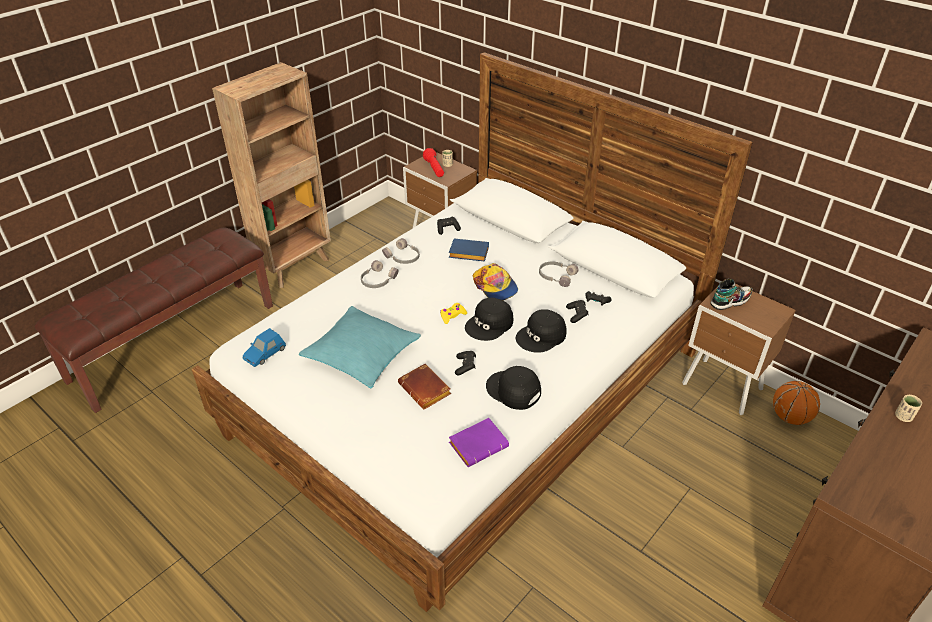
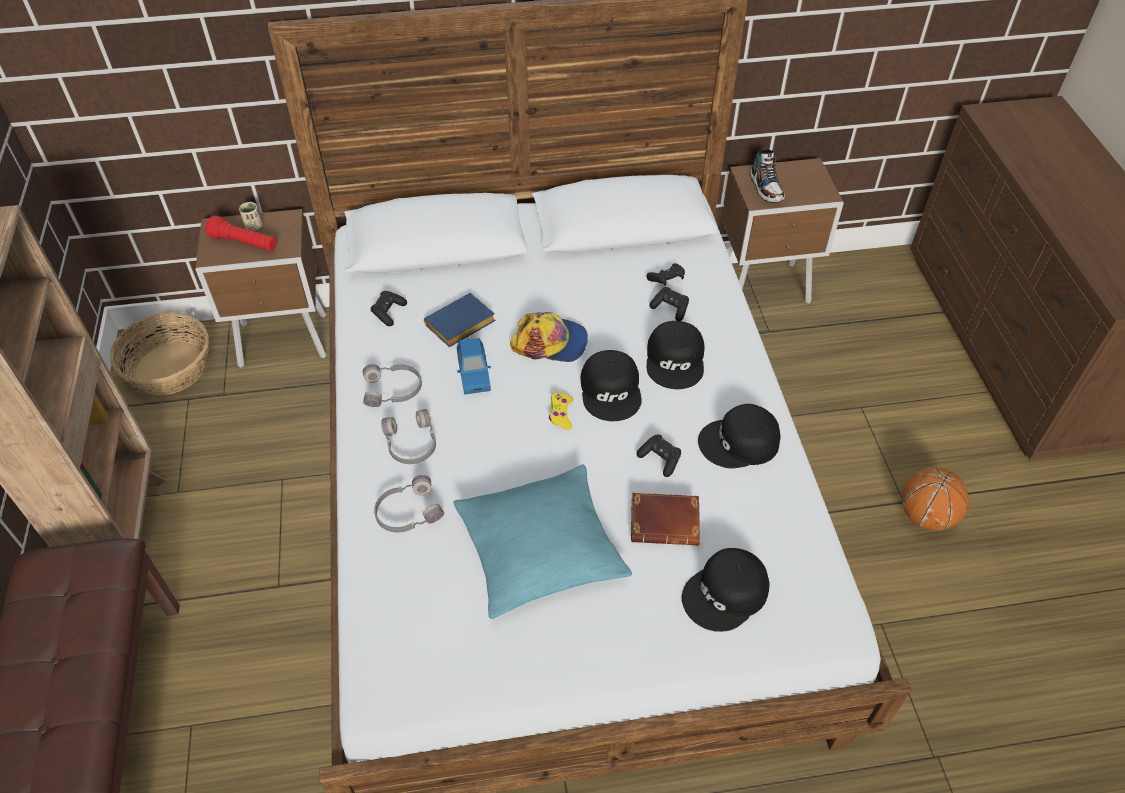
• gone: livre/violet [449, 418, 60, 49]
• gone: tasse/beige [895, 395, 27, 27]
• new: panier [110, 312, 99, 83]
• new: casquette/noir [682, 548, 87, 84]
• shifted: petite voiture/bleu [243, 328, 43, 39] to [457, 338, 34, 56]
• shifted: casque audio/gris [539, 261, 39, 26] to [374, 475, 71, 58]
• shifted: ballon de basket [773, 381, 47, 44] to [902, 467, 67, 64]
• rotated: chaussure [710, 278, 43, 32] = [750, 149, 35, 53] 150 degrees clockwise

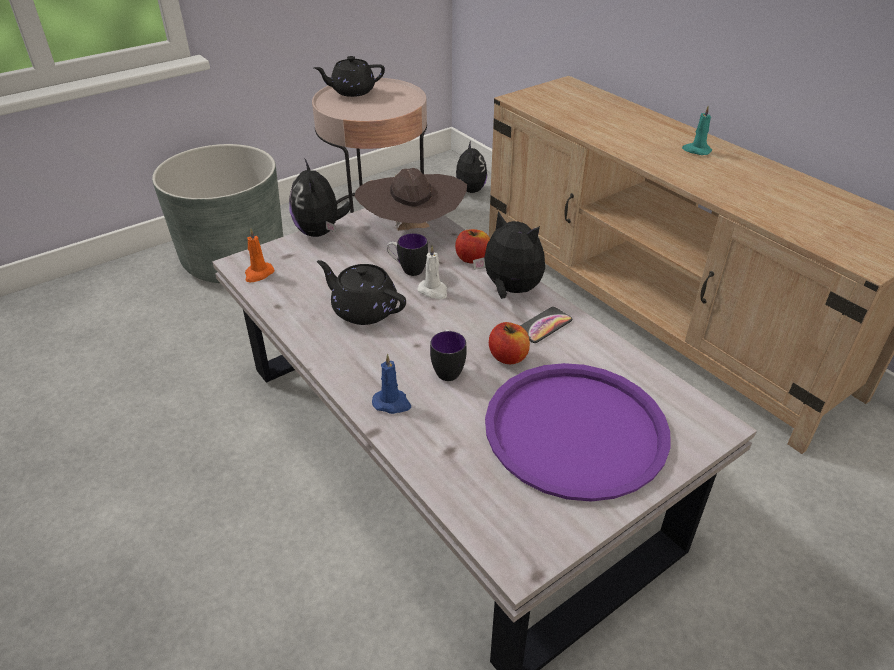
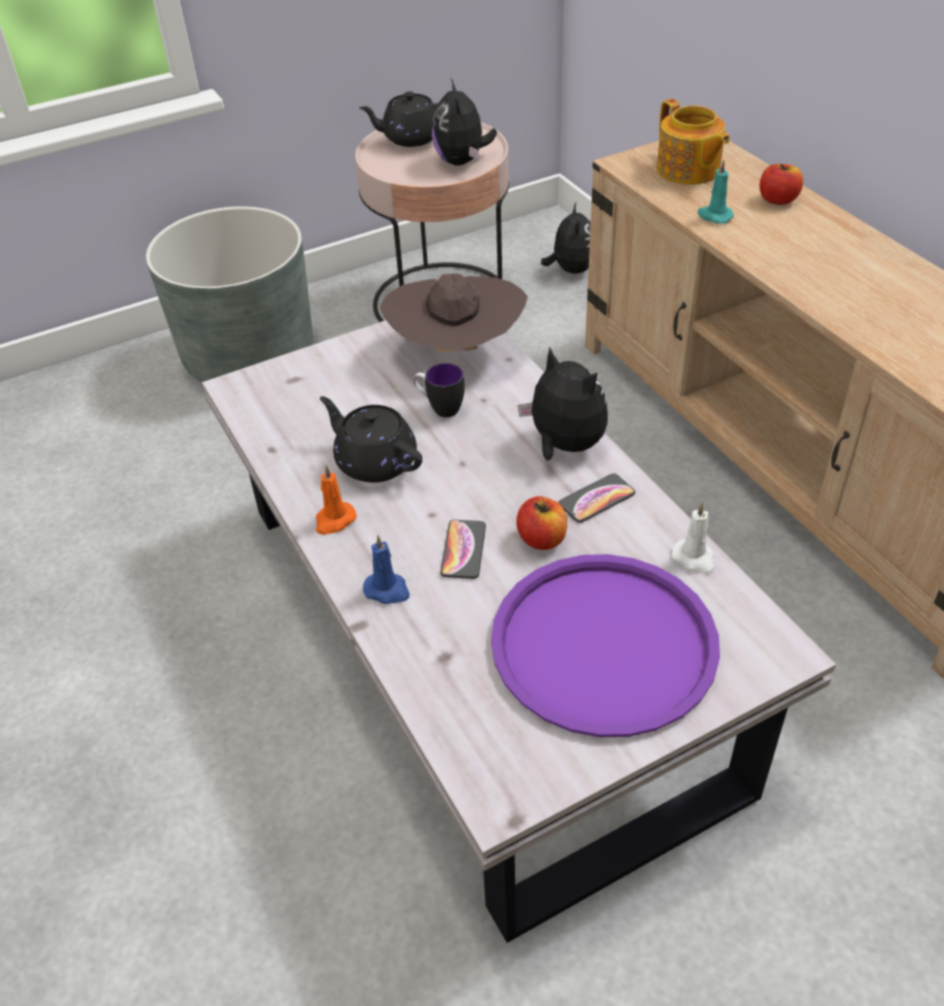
• new: théière [657, 99, 73, 86]
• shifted: bougie/orange [245, 228, 29, 55] to [316, 465, 41, 70]
• shifted: peluche [289, 158, 63, 79] to [432, 79, 65, 86]
• shifted: bougie/blanc [417, 245, 30, 54] to [671, 502, 44, 72]
• shifted: pomme [455, 229, 35, 35] to [760, 164, 43, 41]
• shifted: bougie/turquoise [682, 106, 30, 49] to [697, 160, 37, 63]
• swapped: mug [430, 329, 37, 52] to téléphone [440, 520, 46, 59]

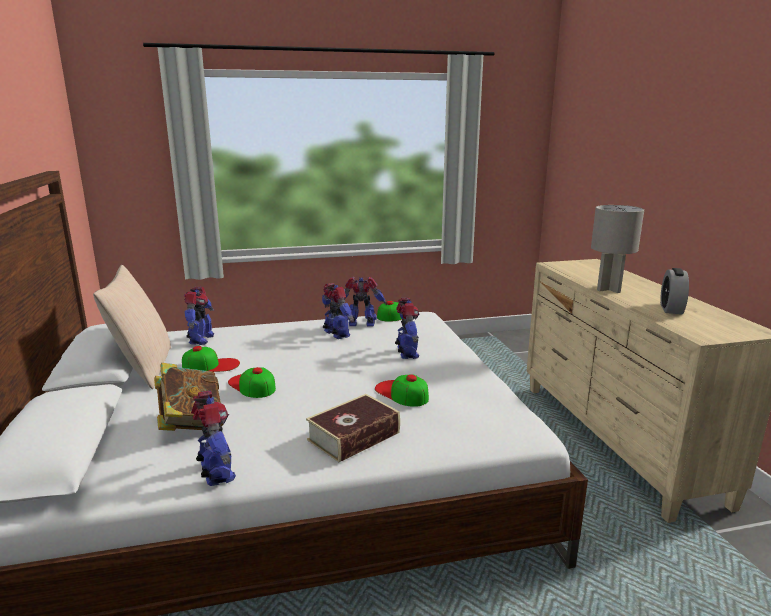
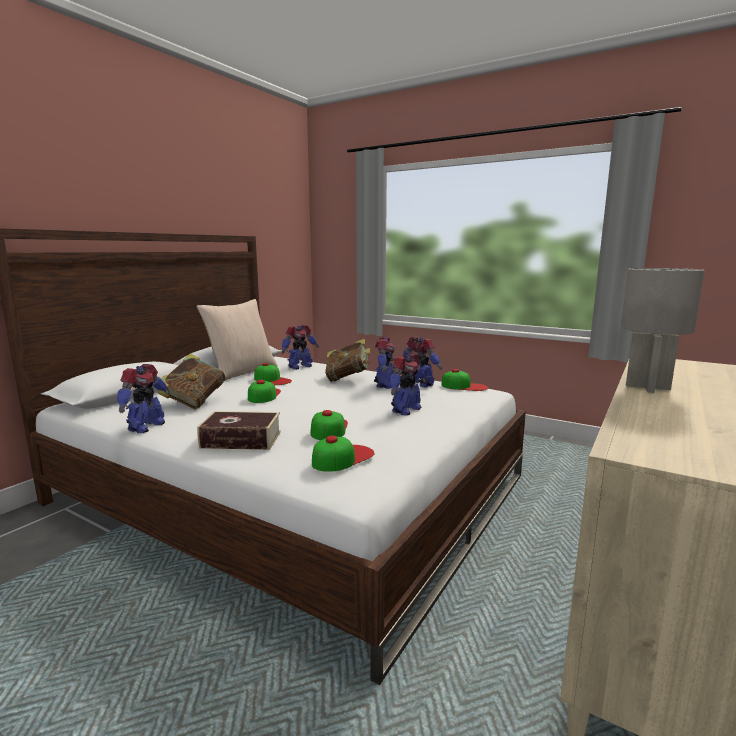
• gone: réveil [660, 268, 29, 46]
• new: casquette [312, 436, 62, 36]
• new: livre [325, 339, 46, 43]

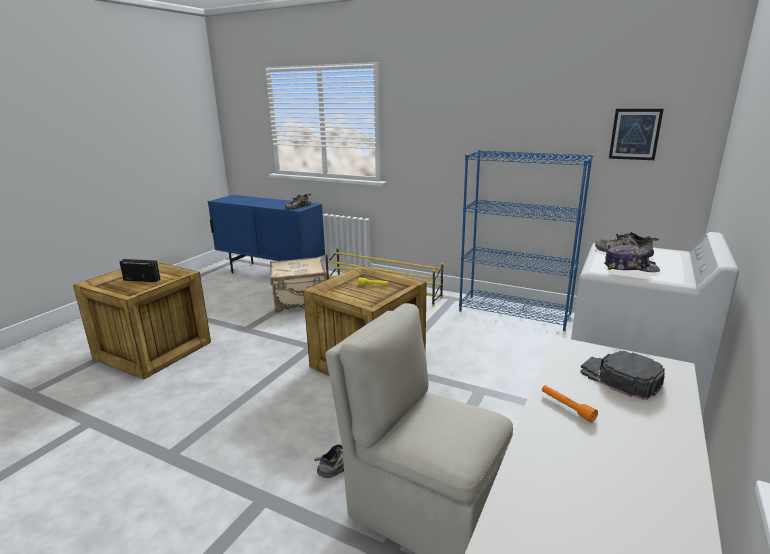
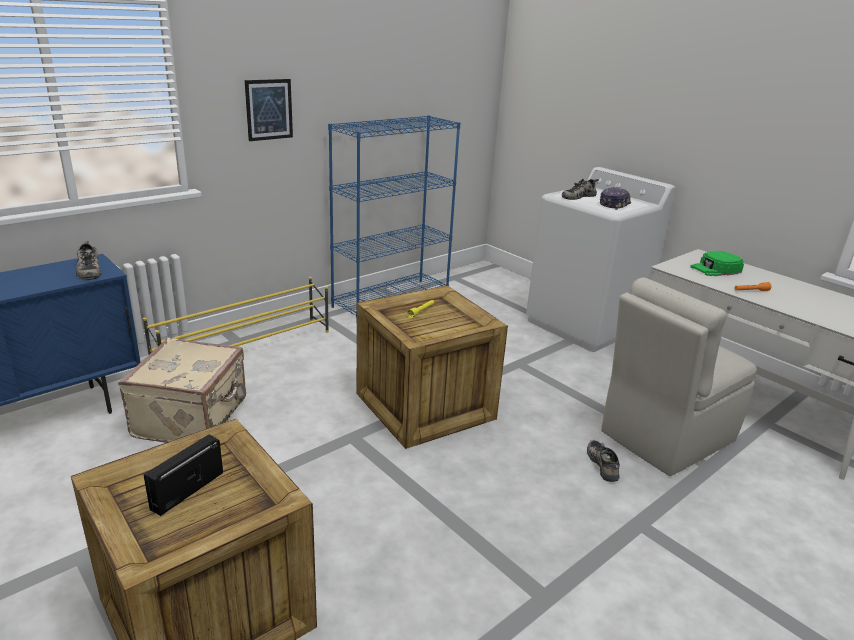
• shifted: tableau [609, 109, 55, 51] to [245, 79, 48, 62]
• repainted: casquette/noir [581, 351, 84, 49] to casquette/vert [690, 251, 54, 25]

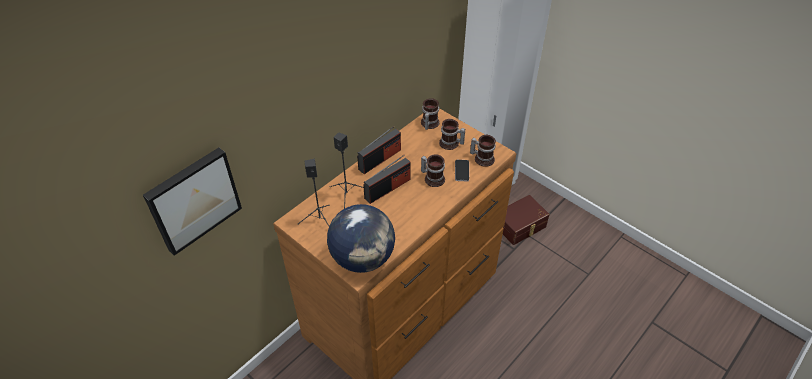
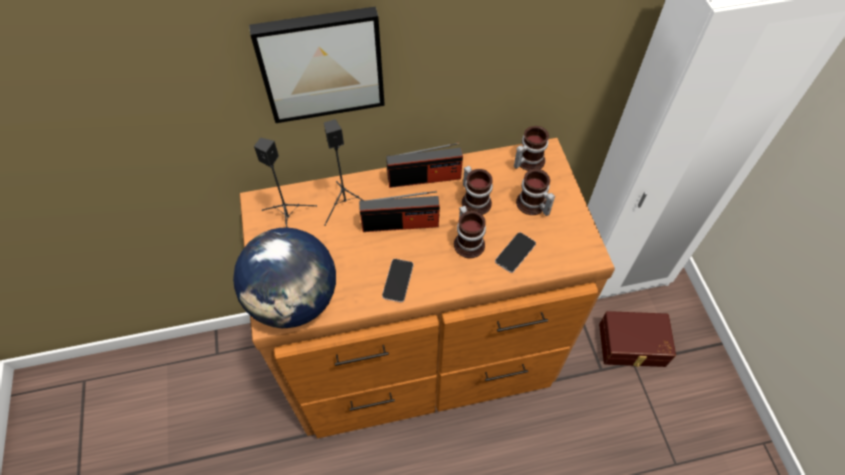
• new: téléphone [382, 259, 32, 43]
• shifted: tableau [143, 148, 99, 108] to [249, 6, 136, 117]
• shifted: mug [470, 135, 26, 32] to [462, 166, 31, 49]

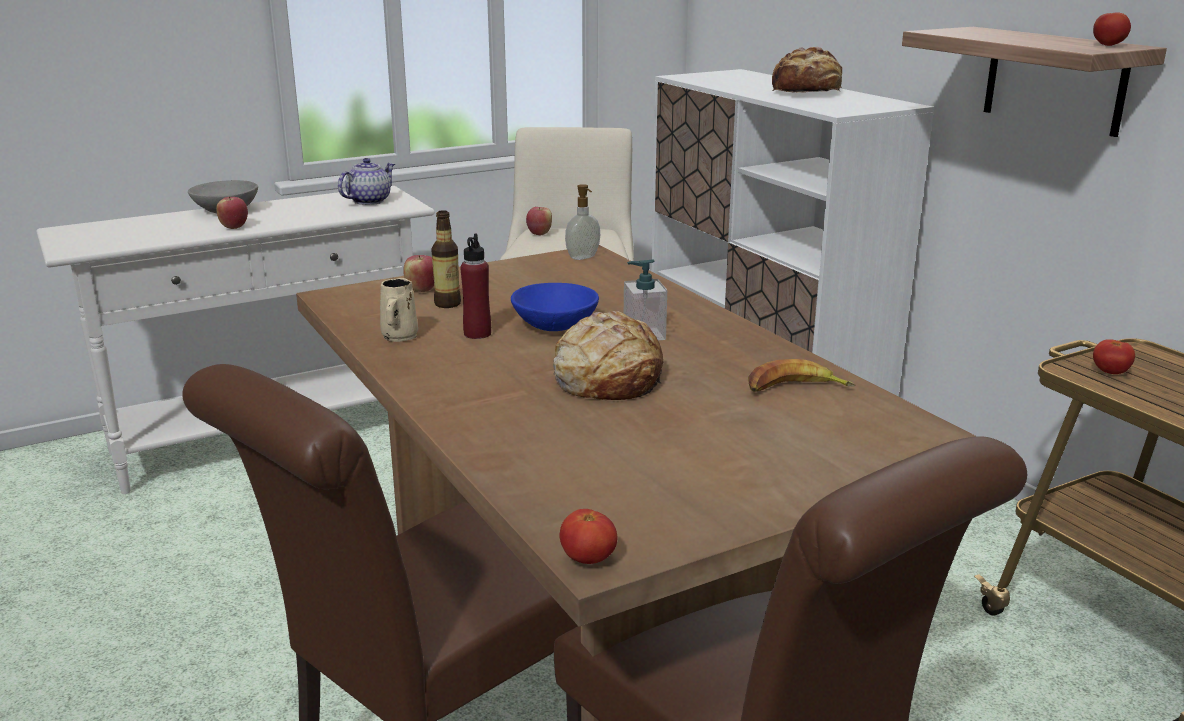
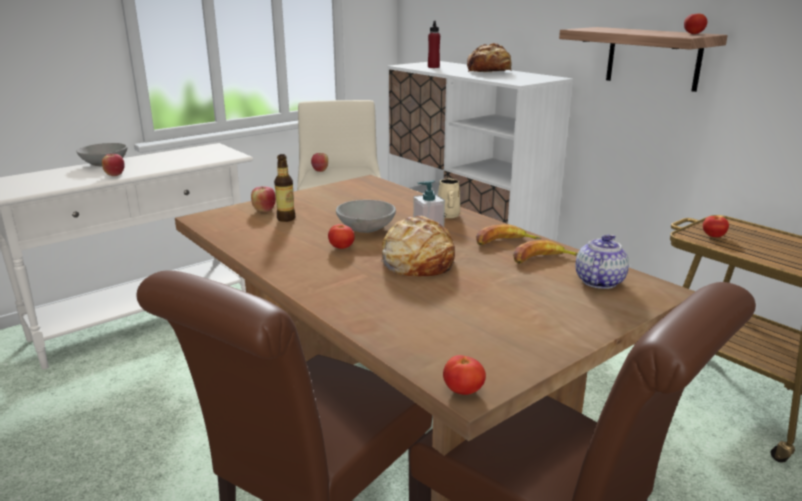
• gone: distributeur de savon [565, 184, 35, 76]
• new: tomate [328, 224, 27, 25]
• new: banane [476, 224, 65, 21]
• shifted: théière [338, 158, 57, 47] to [576, 234, 53, 55]
• shifted: mug/beige [380, 278, 38, 64] to [438, 179, 22, 39]
• shifted: bouteille/rouge [461, 233, 30, 106] to [428, 21, 12, 47]
• repainted: bol/bleu [511, 283, 88, 48] to bol/gris [336, 200, 60, 33]

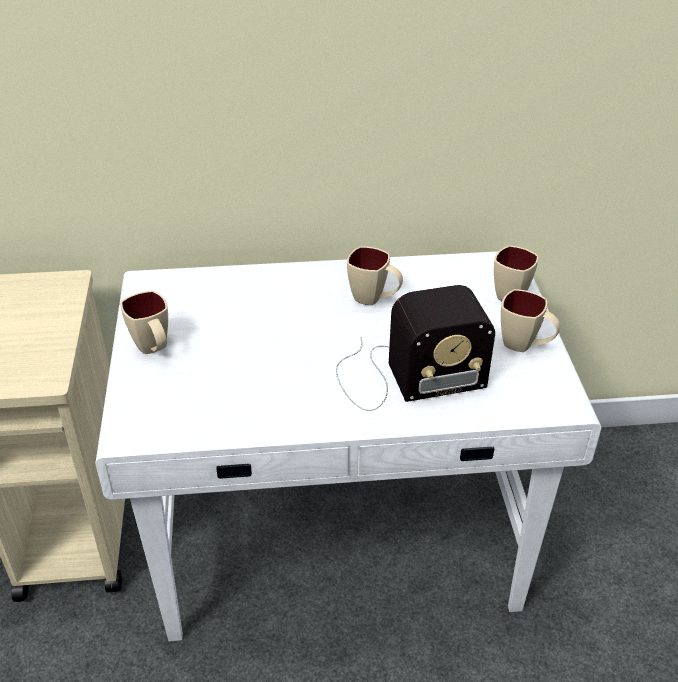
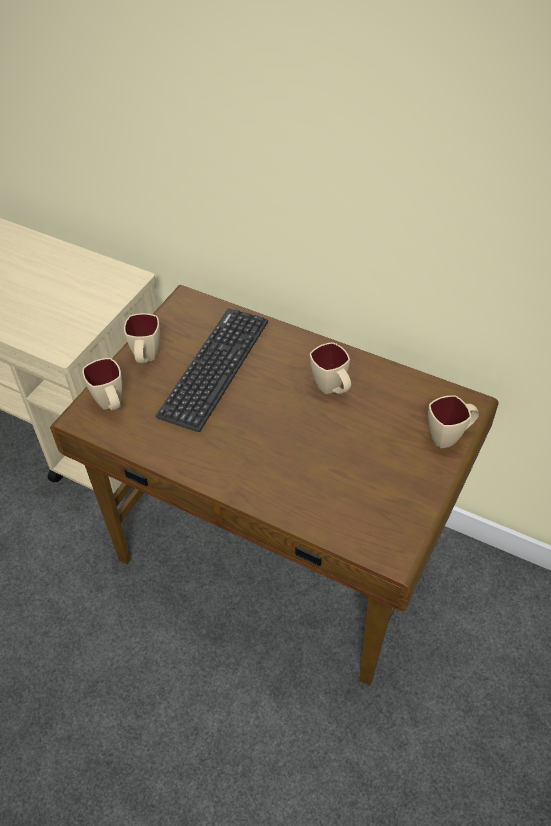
• gone: radio [336, 285, 159, 126]
• new: clavier [156, 308, 112, 124]
• shifted: mug/beige [501, 289, 59, 63] to [82, 358, 40, 52]
• repainted: bureau/blanc [95, 251, 507, 390] to bureau/marron [50, 285, 449, 401]

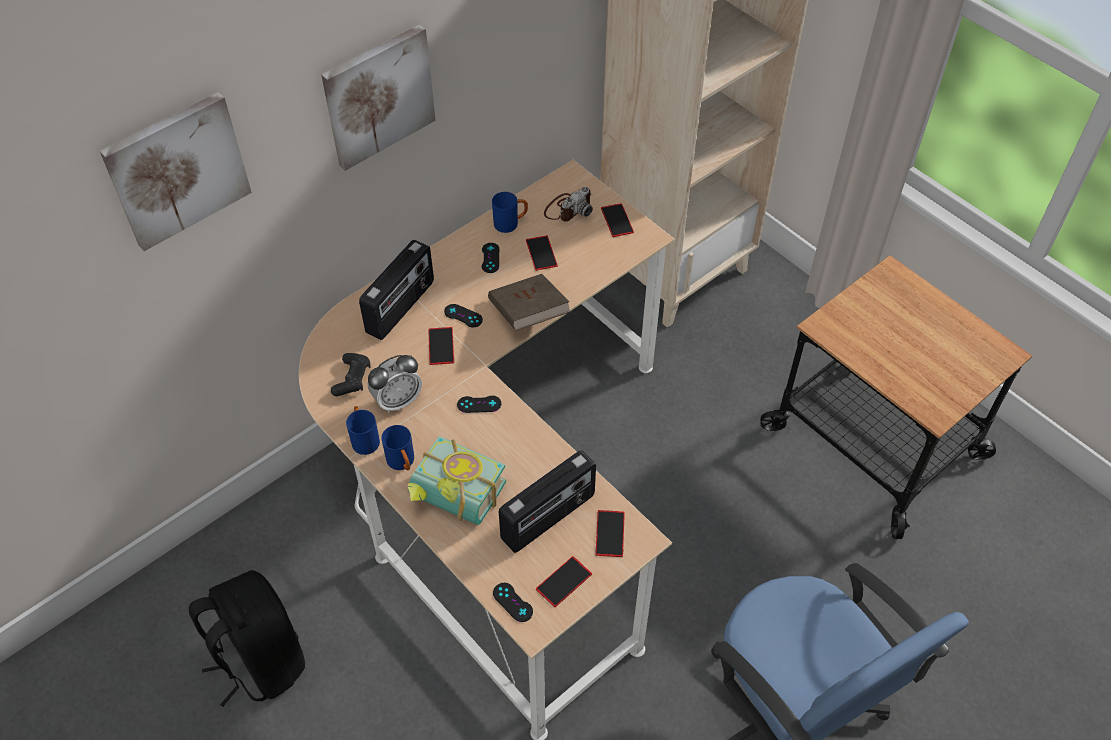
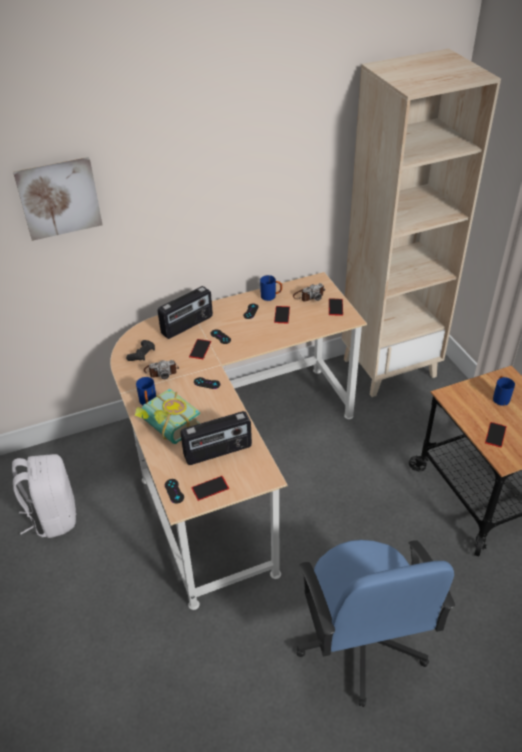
• gone: tableau [321, 24, 115, 147]
• gone: livre/marron [488, 274, 83, 57]
• shifted: mug/bleu [346, 406, 34, 49] to [493, 376, 22, 30]
• shifted: téléphone [595, 510, 30, 47] to [485, 422, 22, 25]
• swapped: réveil [368, 355, 54, 58] to appareil photo [144, 360, 35, 19]
• repainted: sac à dos/noir [189, 570, 116, 137] to sac à dos/blanc [12, 454, 64, 84]

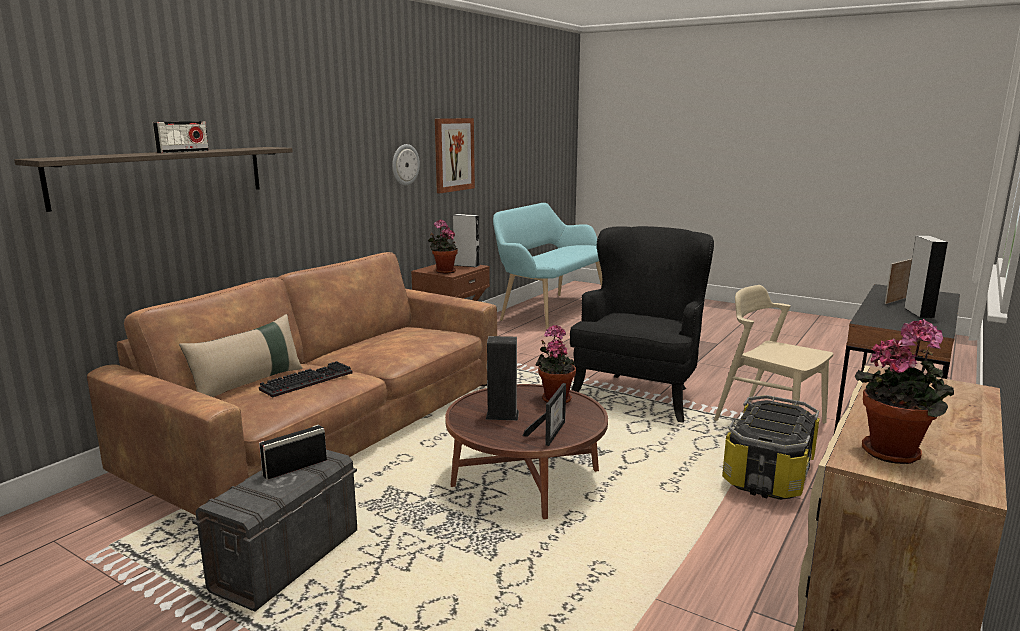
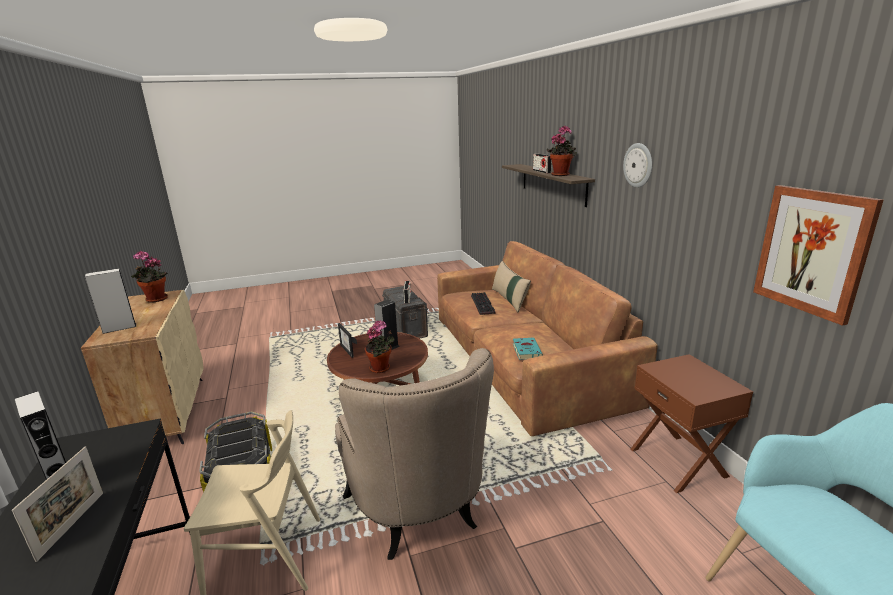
• new: livre/turquoise [513, 338, 30, 22]
• shifted: horloge murale [392, 144, 28, 42] to [623, 143, 29, 45]
• shifted: plante en pot [428, 219, 30, 55] to [547, 126, 30, 50]
• shifted: enceinte/gris [453, 214, 27, 53] to [85, 268, 51, 66]
• repainted: fauteuil/noir [570, 226, 144, 197] to fauteuil/beige [335, 348, 159, 212]

